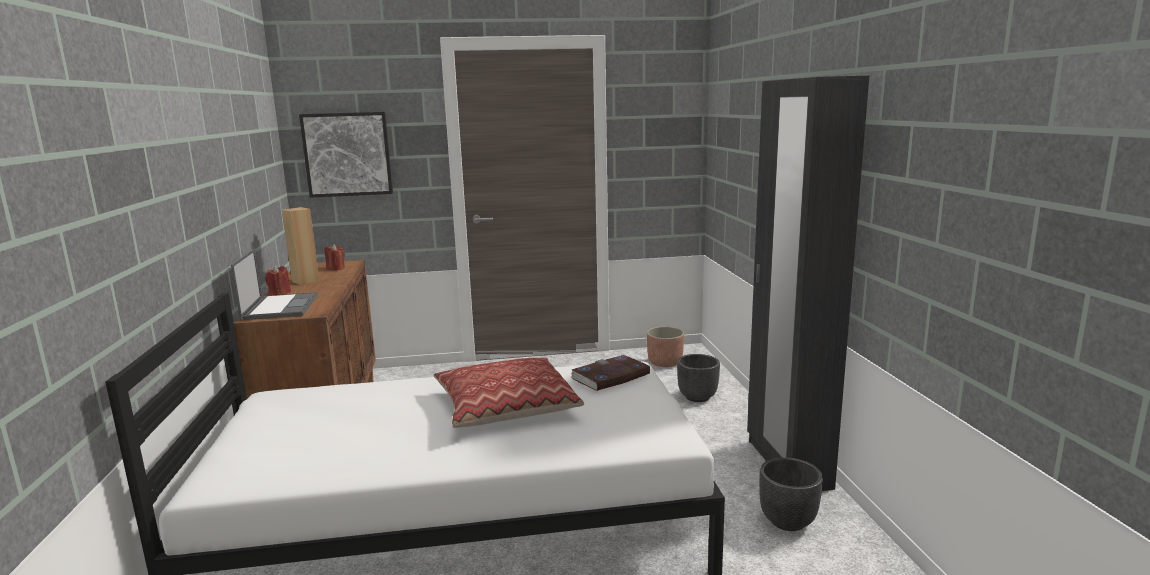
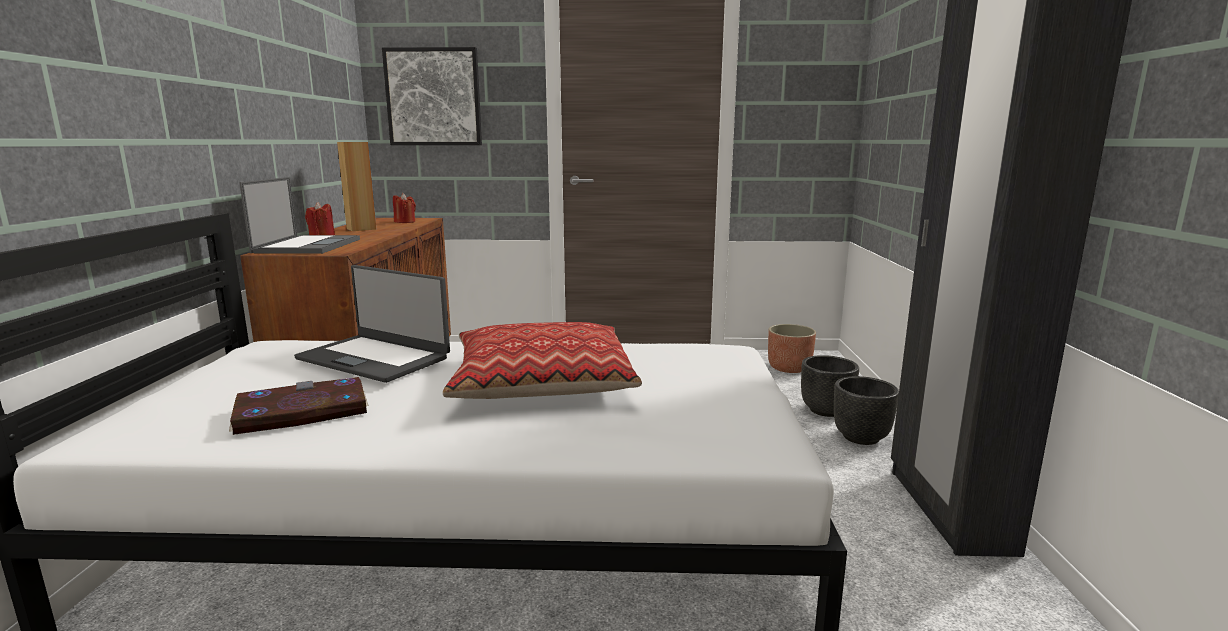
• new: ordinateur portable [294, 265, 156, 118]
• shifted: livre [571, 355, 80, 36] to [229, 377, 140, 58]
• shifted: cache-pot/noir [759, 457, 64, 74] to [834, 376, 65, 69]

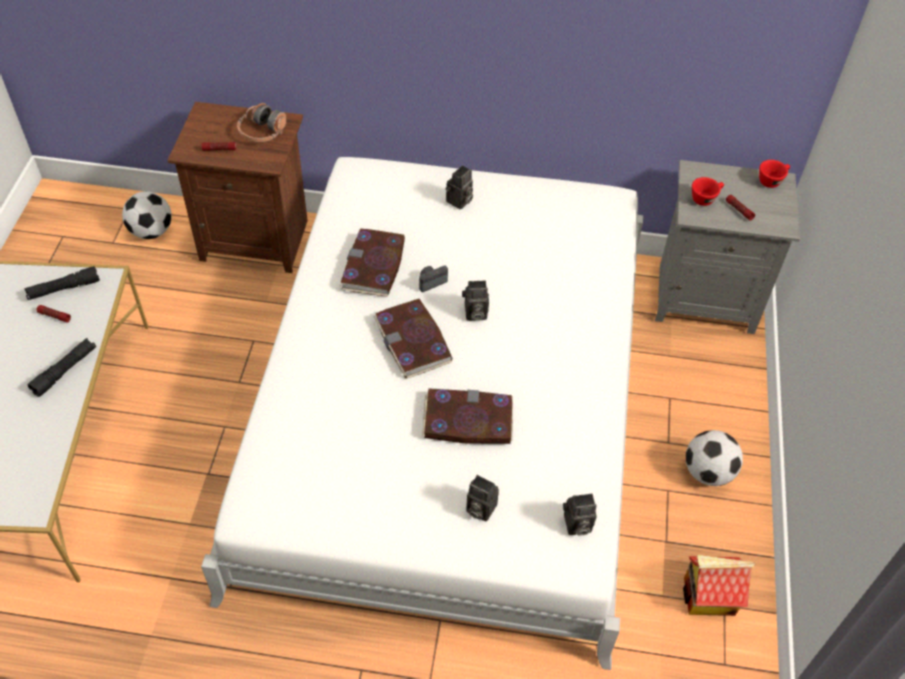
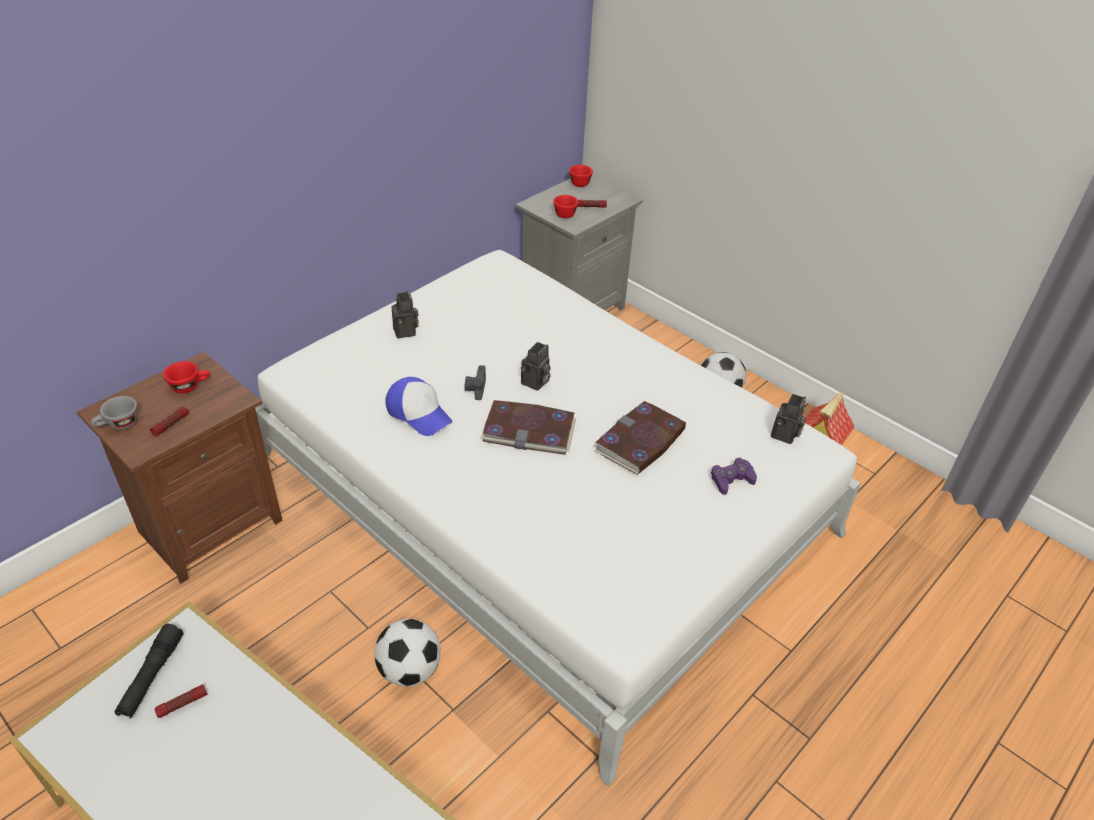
• gone: lampe de poche/noir [28, 338, 68, 59]
• new: tasse/gris [91, 396, 46, 34]
• shifted: ballon de foot [122, 191, 50, 48] to [375, 619, 66, 68]
• swapped: casque audio [237, 103, 49, 39] to tasse/rouge [163, 361, 47, 32]
• swapped: livre [340, 229, 65, 68] to casquette [385, 377, 67, 59]
• swapped: appareil photo [466, 475, 33, 47] to manette/violet [711, 457, 46, 38]

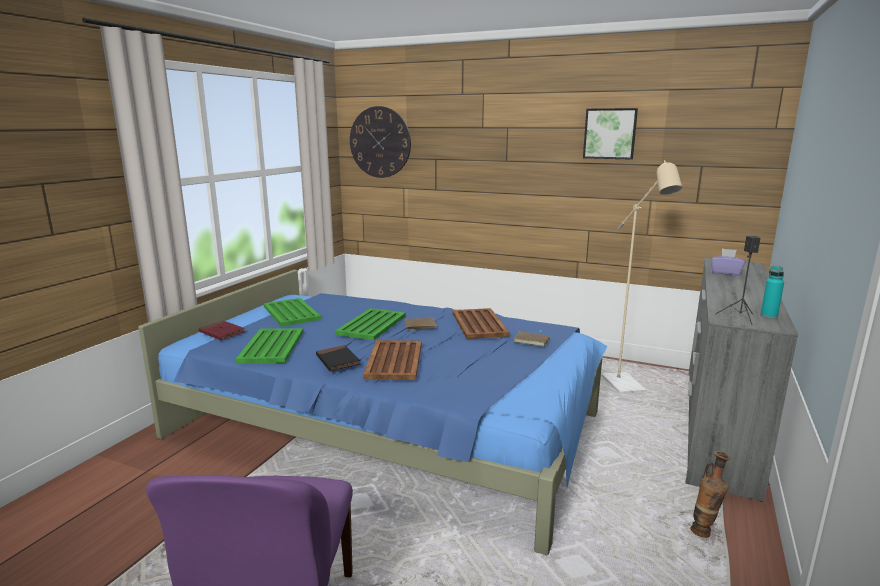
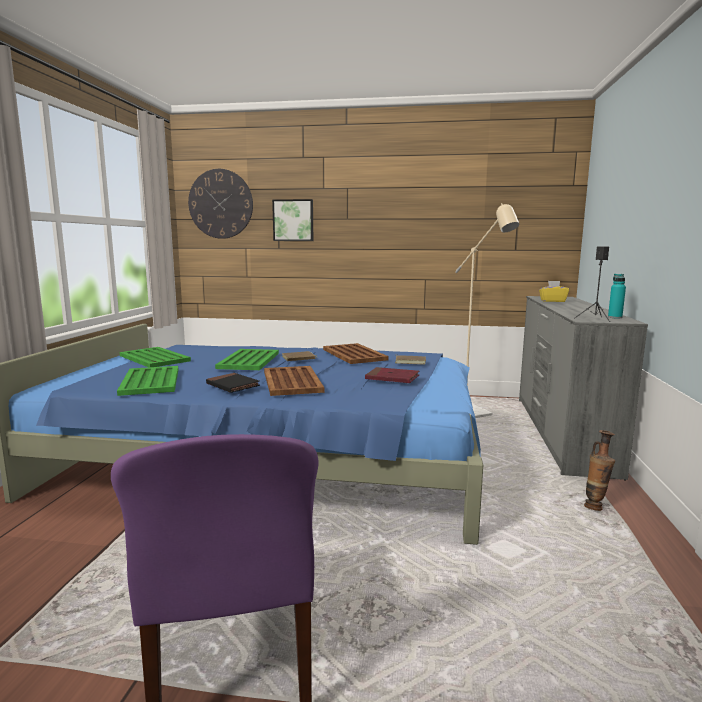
• shifted: livre/rouge [199, 320, 46, 20] to [365, 367, 54, 16]
• shifted: tableau [583, 108, 55, 52] to [272, 199, 41, 42]
• repainted: boîte à mouchoirs/violet [711, 249, 35, 26] to boîte à mouchoirs/jaune [539, 281, 30, 21]

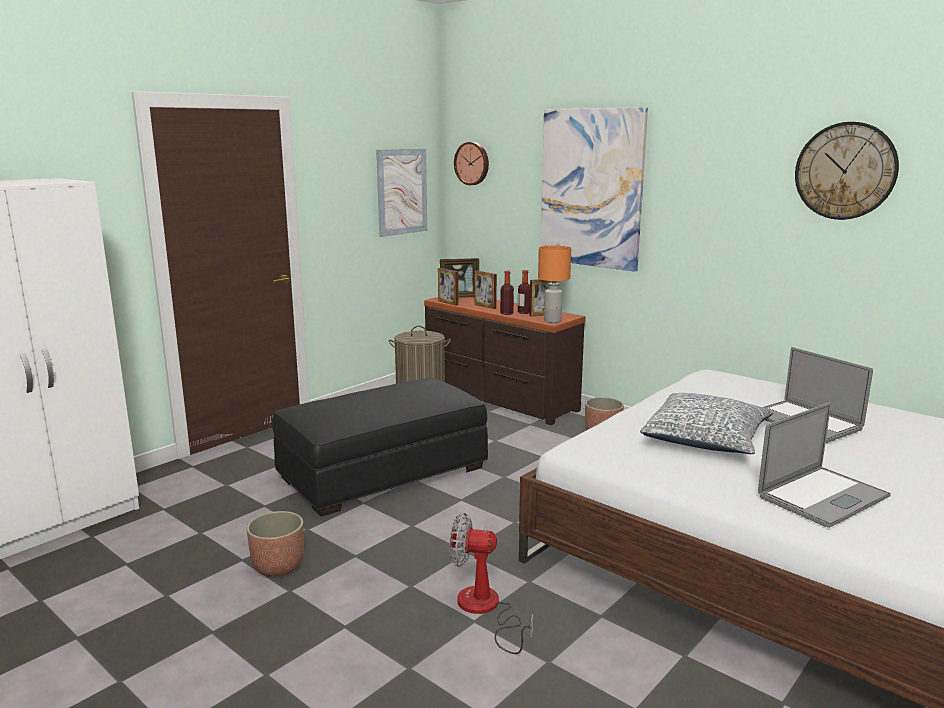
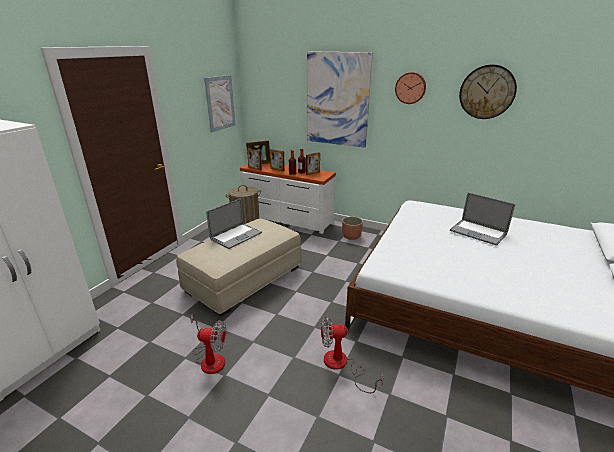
• gone: lampe de table/orange [538, 245, 33, 78]
• gone: coussin [640, 393, 133, 61]
• shifted: horloge murale [454, 142, 35, 43] to [395, 72, 31, 32]
• shifted: ordinateur portable [758, 402, 133, 126] to [206, 198, 56, 51]
• swapped: cache-pot [246, 511, 58, 66] to ventilateur [190, 314, 37, 60]
• repainted: pouf/noir [272, 378, 216, 138] to pouf/beige [176, 218, 126, 98]
• repainted: commode/marron [424, 297, 162, 128] to commode/blanc [240, 163, 96, 71]

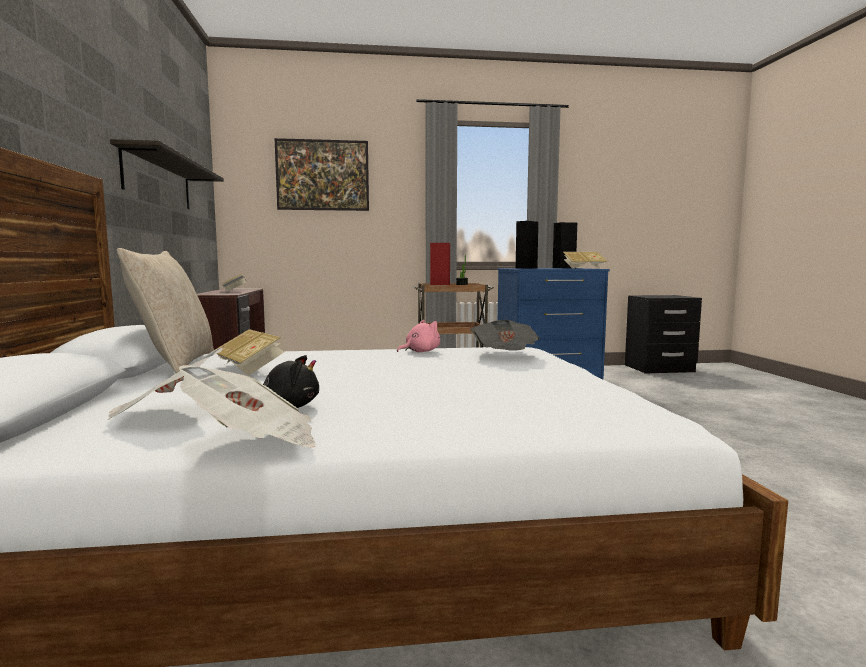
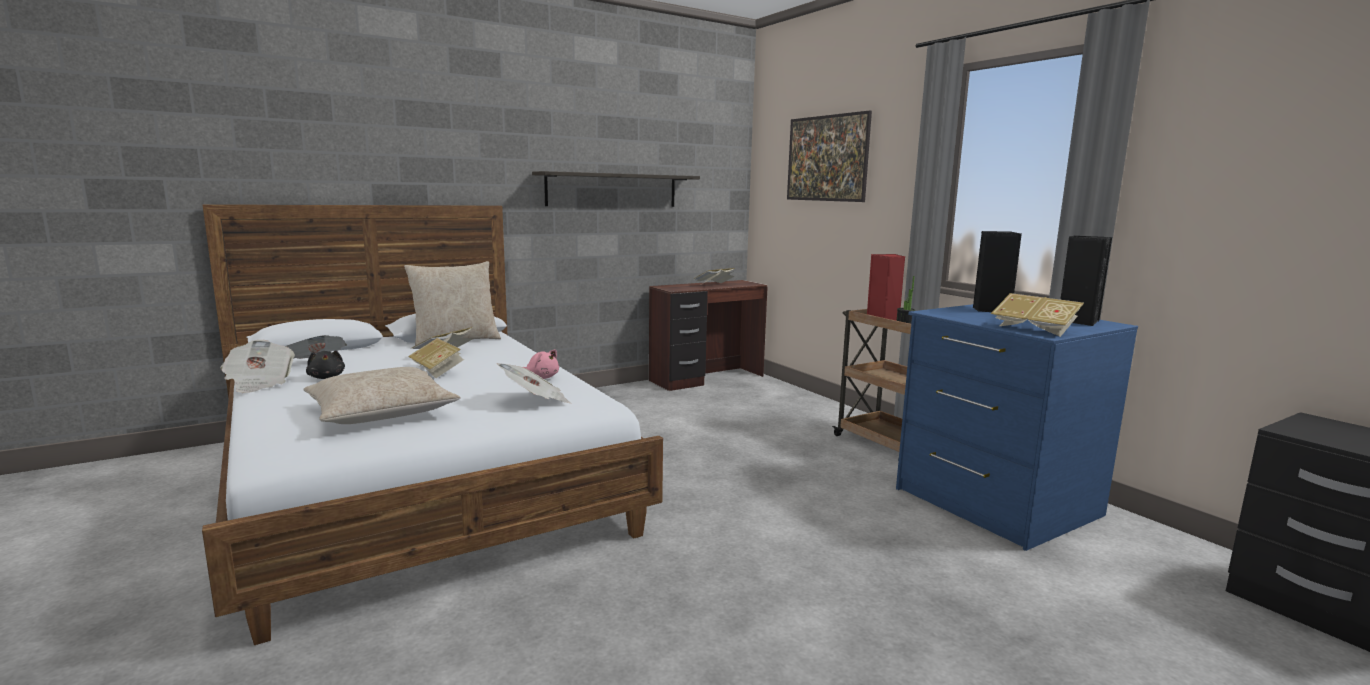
• new: coussin/beige [304, 367, 156, 57]
• new: livre [408, 338, 56, 40]

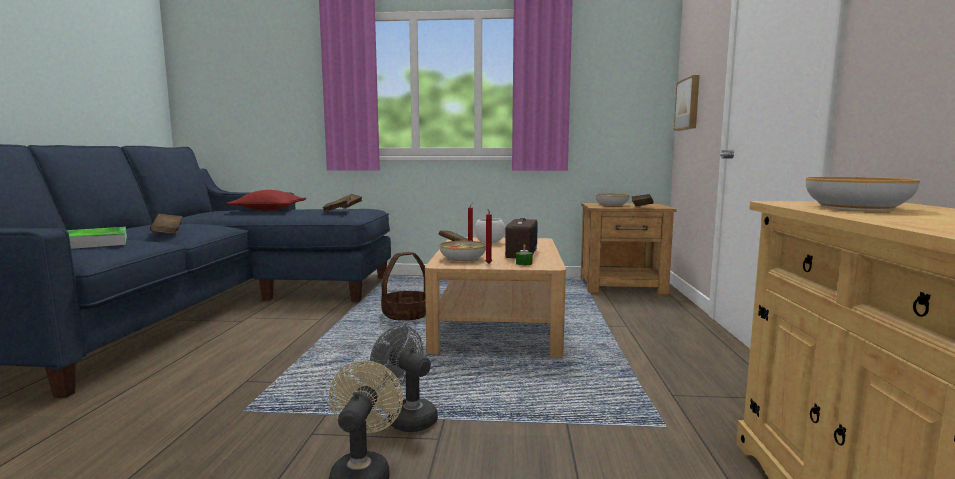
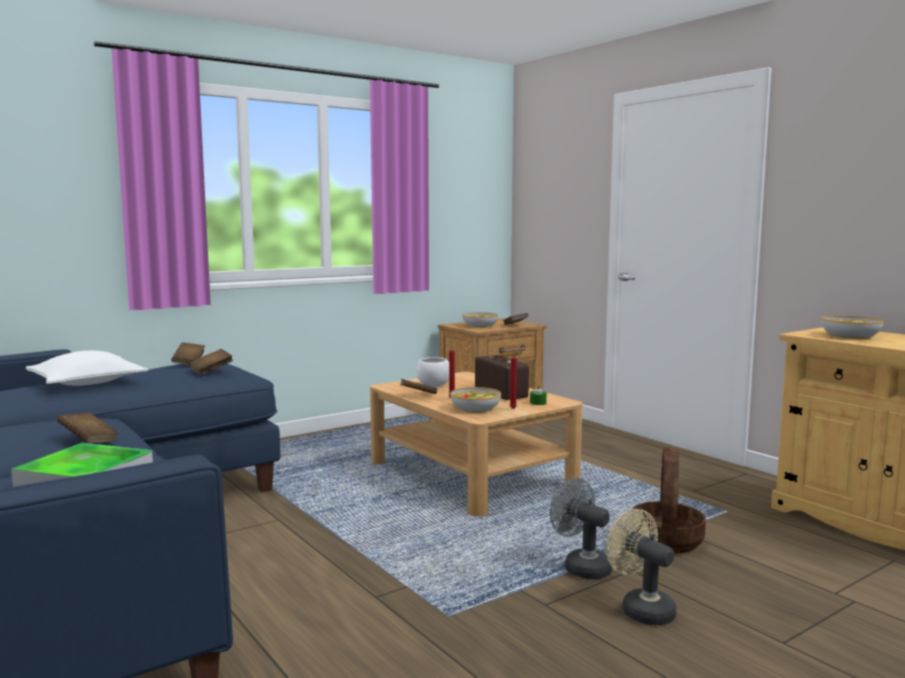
• gone: tableau [674, 75, 26, 56]
• shifted: panier [381, 252, 45, 69] to [632, 448, 74, 105]
• repainted: coussin/rouge [226, 190, 80, 21] to coussin/blanc [26, 351, 122, 35]
• rotated: ventilateur/gris [370, 325, 68, 107] = [550, 478, 62, 101] 45 degrees clockwise

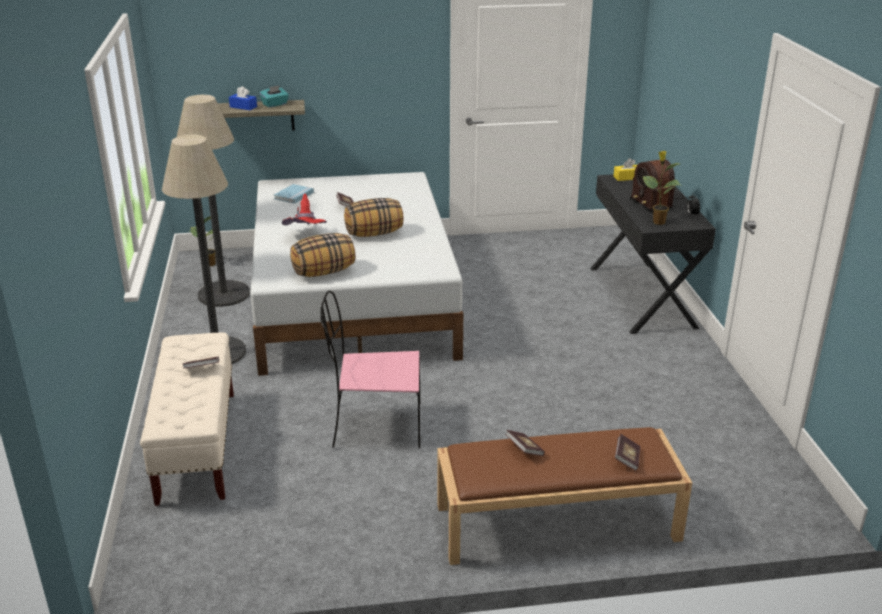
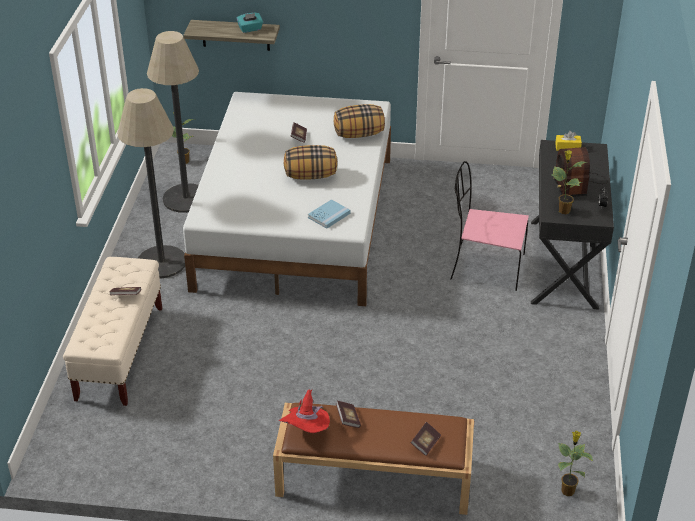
• gone: boîte à mouchoirs/bleu [229, 86, 28, 24]
• new: plante en pot [558, 431, 35, 65]
• shifted: livre/bleu [274, 184, 40, 20] to [308, 199, 42, 30]
• shifted: chapeau/rouge [282, 194, 45, 32] to [279, 390, 51, 43]
• shifted: coussin [290, 233, 65, 44] to [334, 104, 51, 34]
• shifted: chaise/rose [320, 291, 100, 157] to [450, 161, 79, 130]

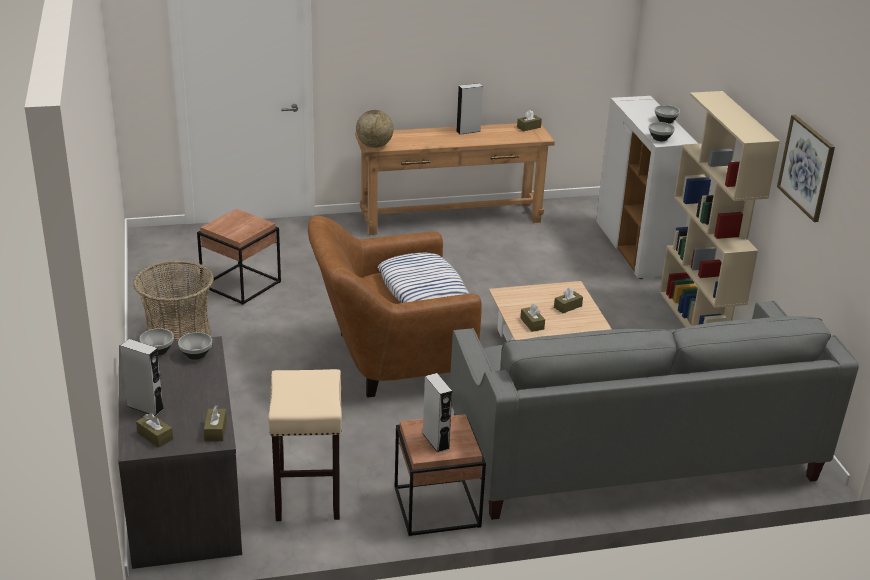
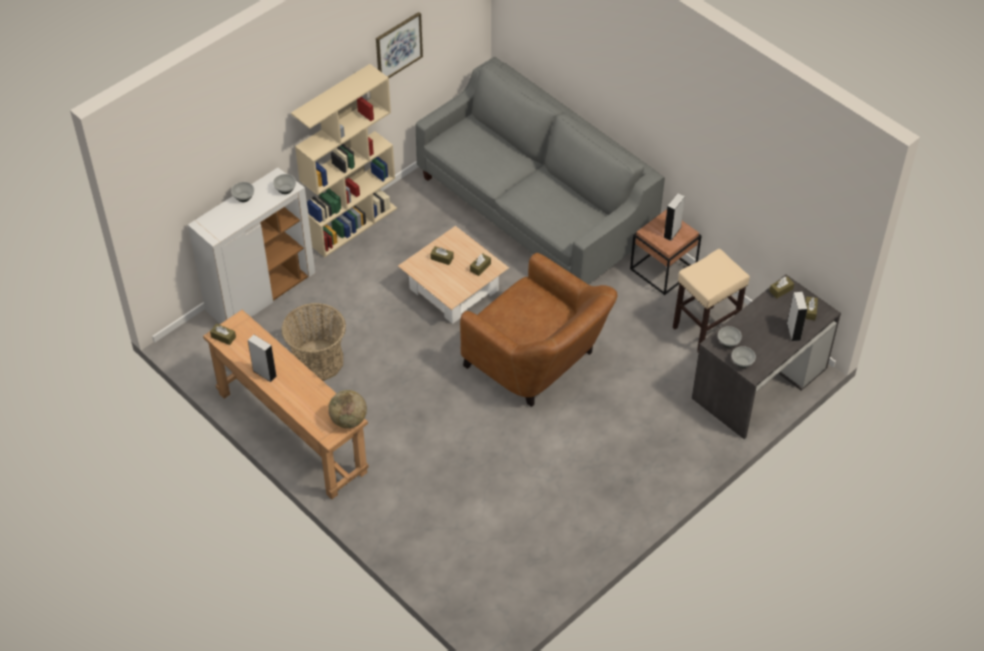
• gone: table d'appoint/marron [197, 209, 84, 96]
• gone: coussin [378, 253, 91, 50]
• shifted: panier [133, 260, 81, 81] to [281, 303, 65, 78]

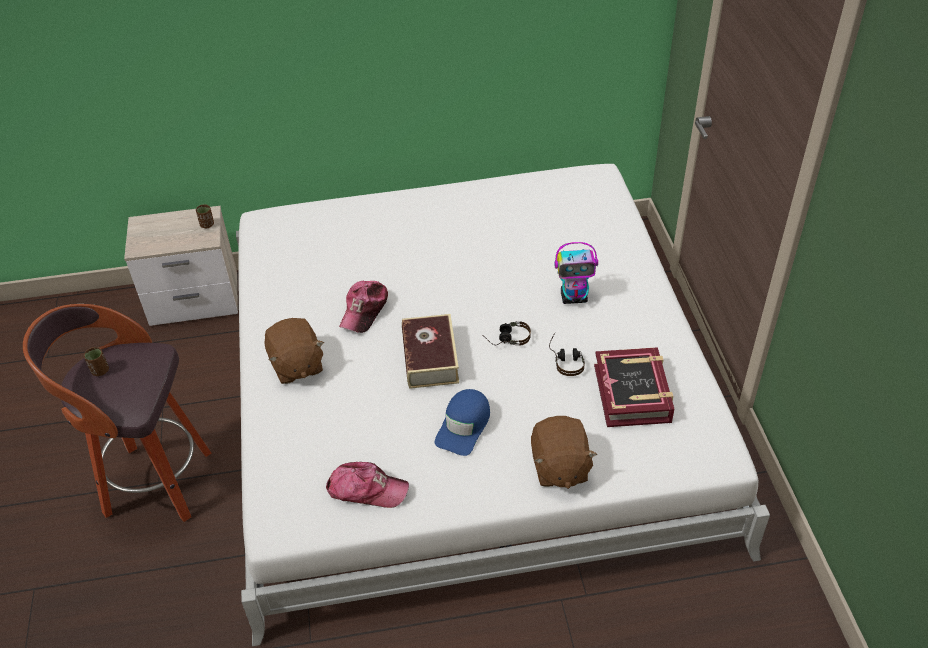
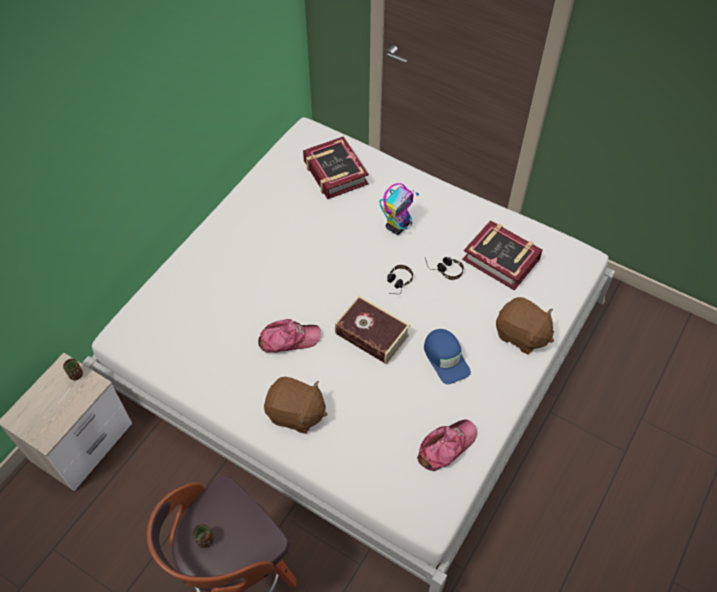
• new: livre [303, 136, 66, 63]
• rotated: casquette [339, 281, 49, 52] = [258, 319, 63, 34] 75 degrees counterclockwise

